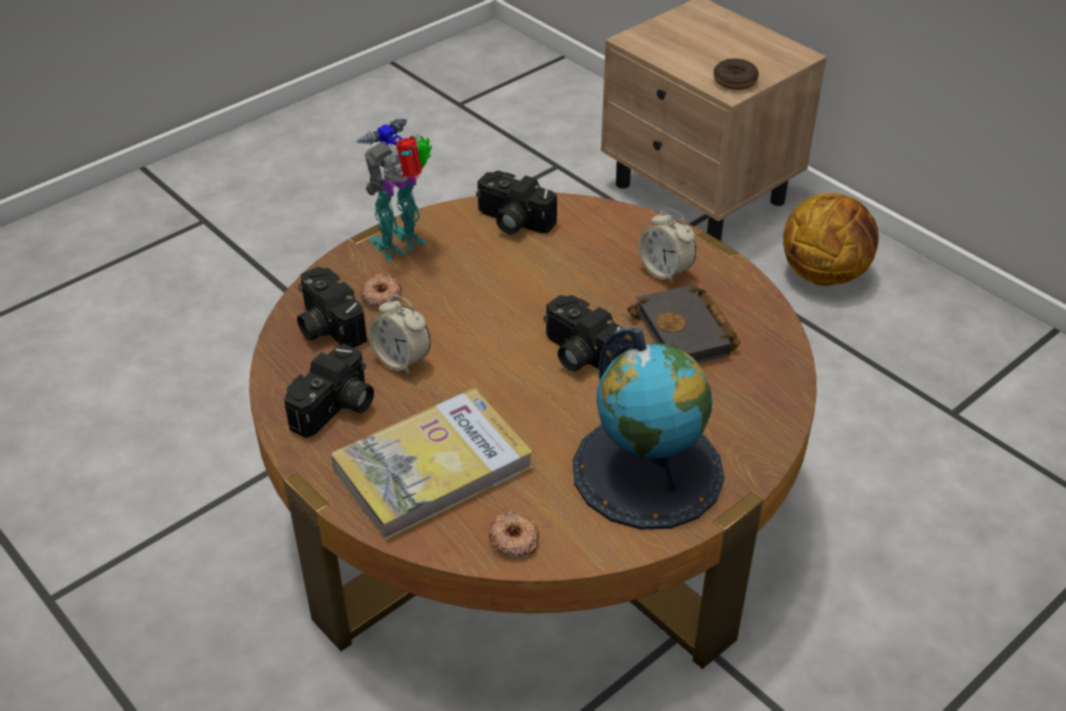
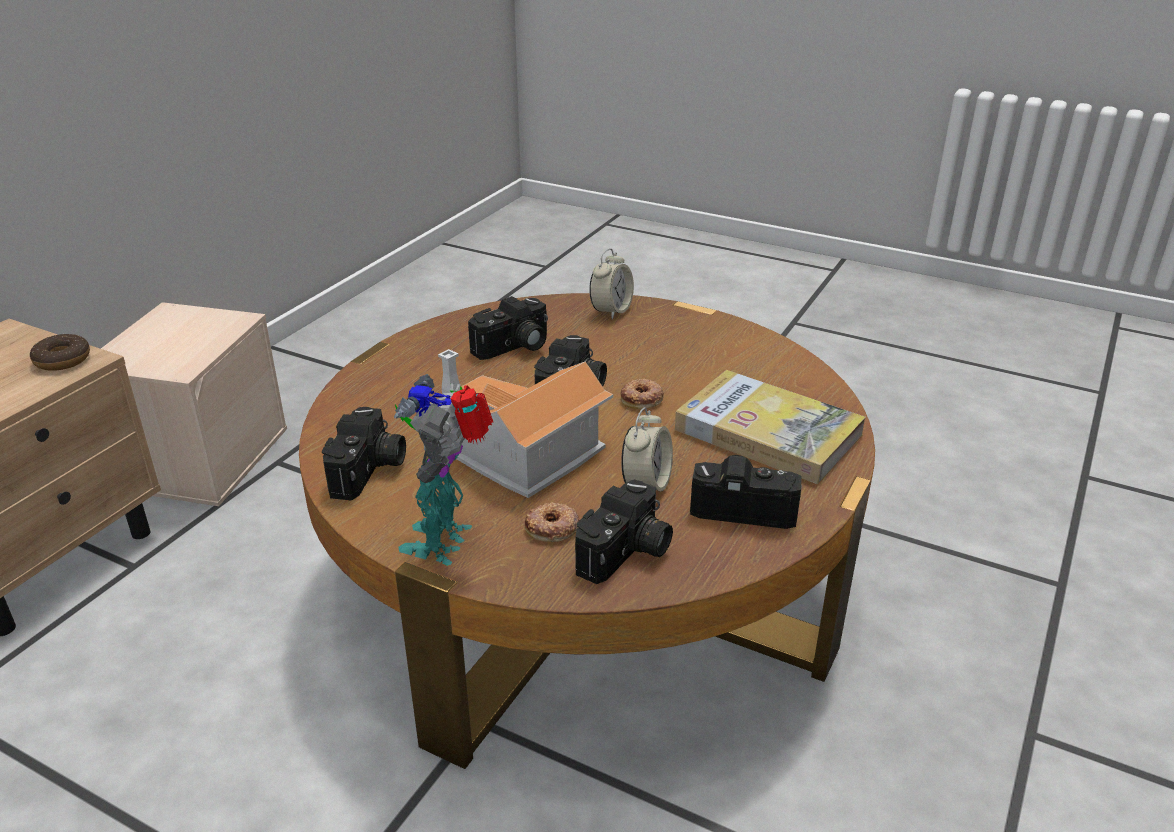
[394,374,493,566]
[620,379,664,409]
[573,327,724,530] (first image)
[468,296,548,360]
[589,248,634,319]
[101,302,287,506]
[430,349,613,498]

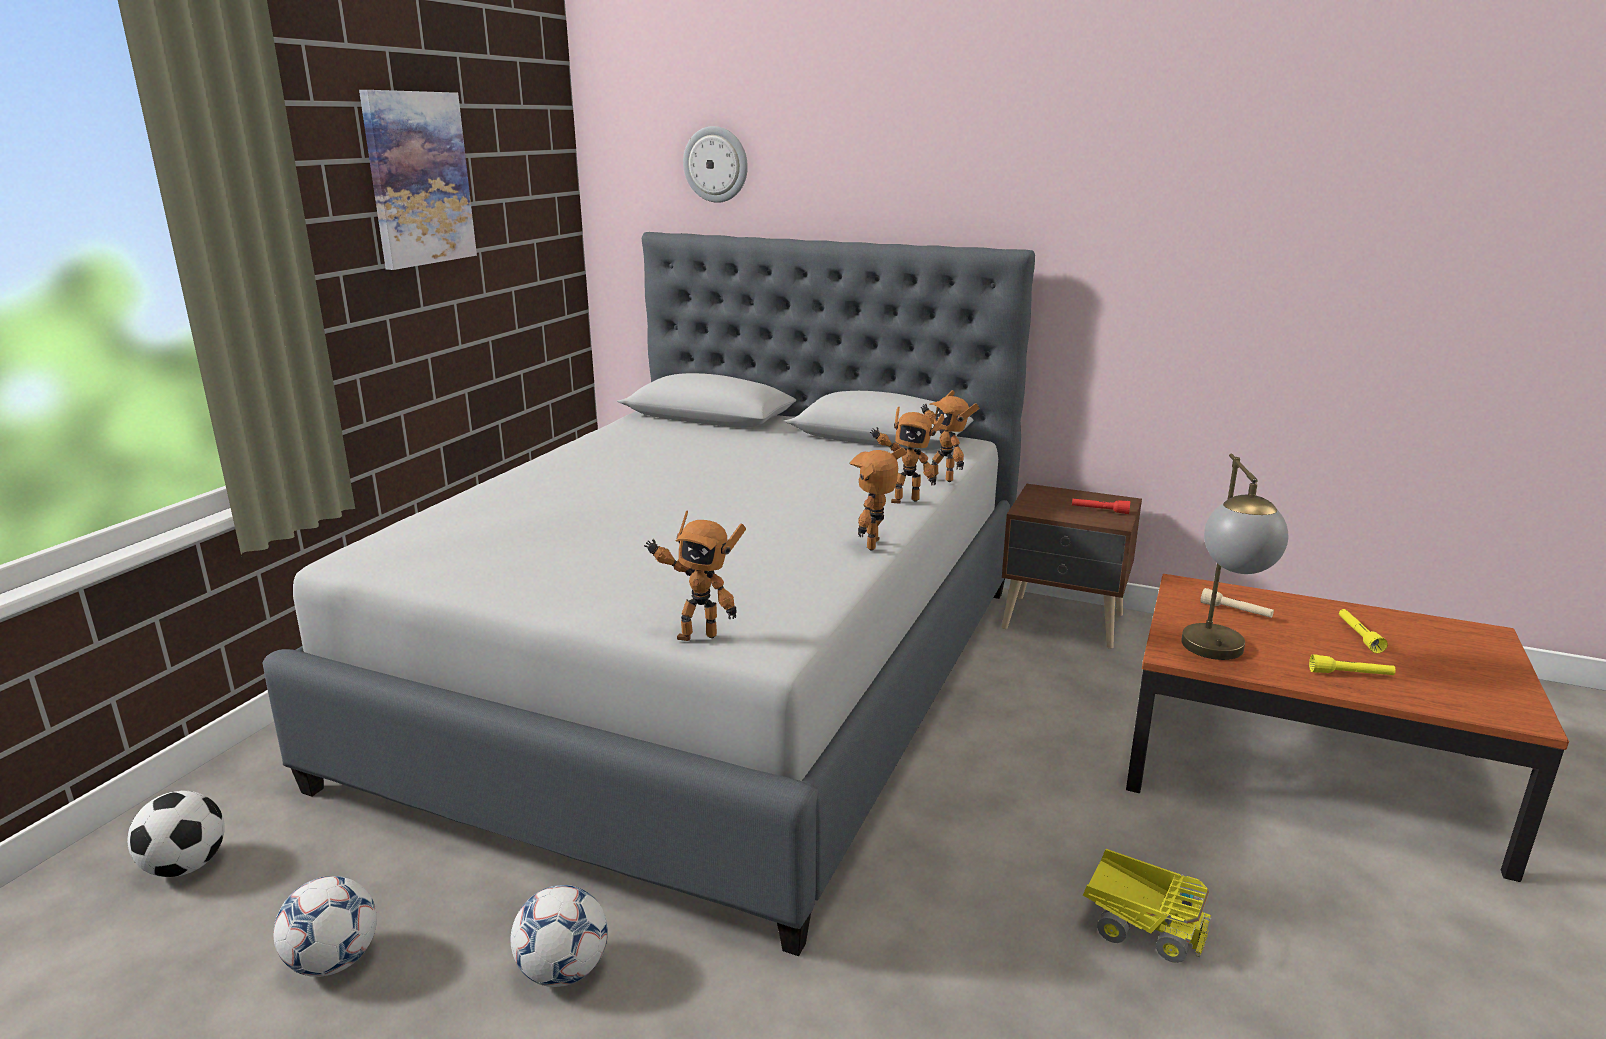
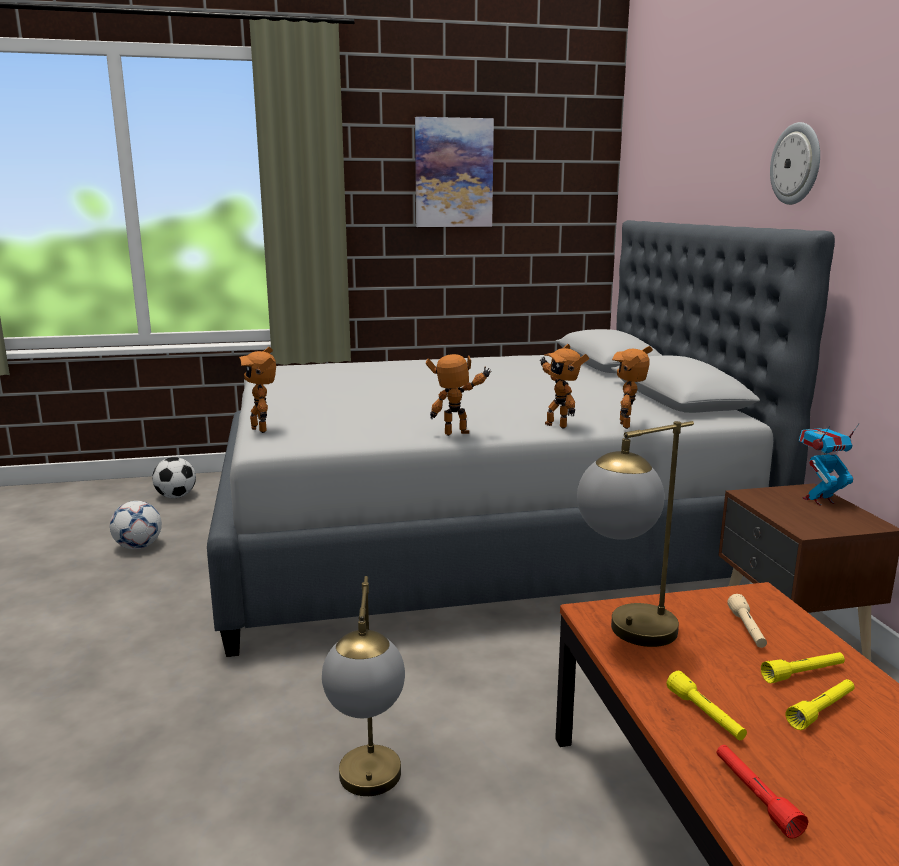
[511,885,608,987] (first image)
[770,122,820,205]
[717,745,808,839]
[322,576,405,796]
[761,652,845,683]
[799,424,859,506]

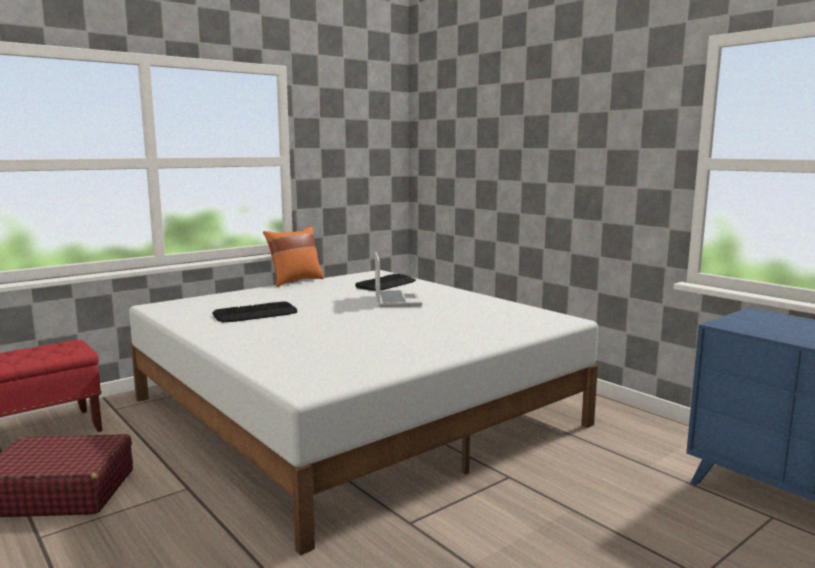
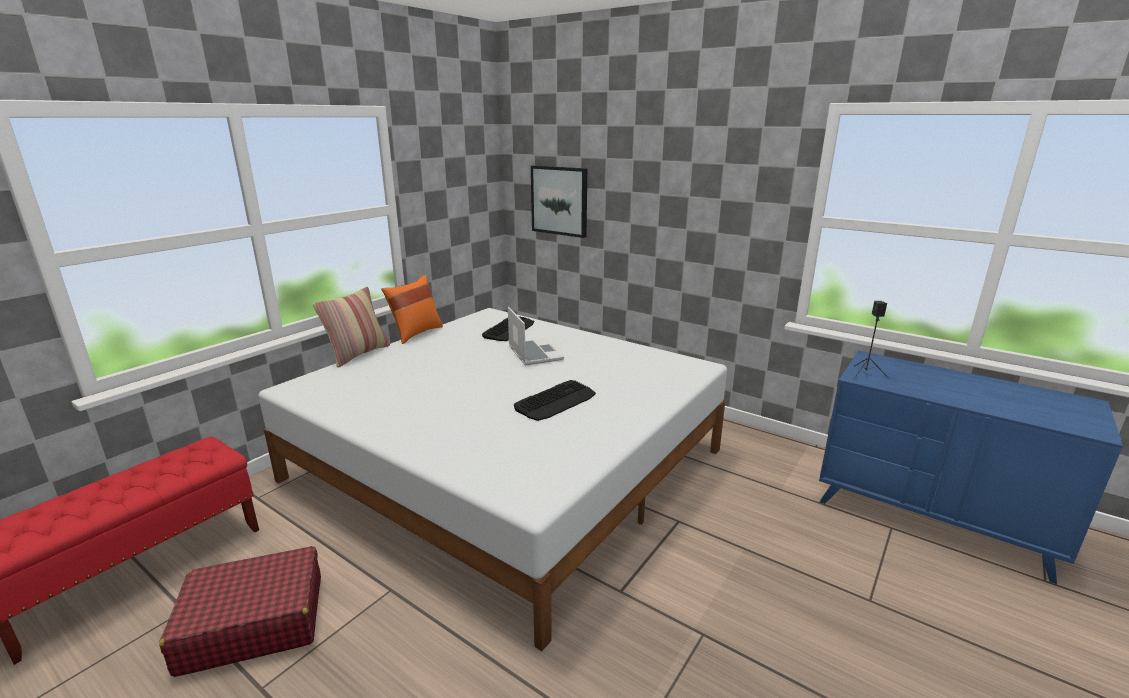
[514,380,596,421]
[313,287,390,367]
[531,165,587,238]
[854,301,889,379]

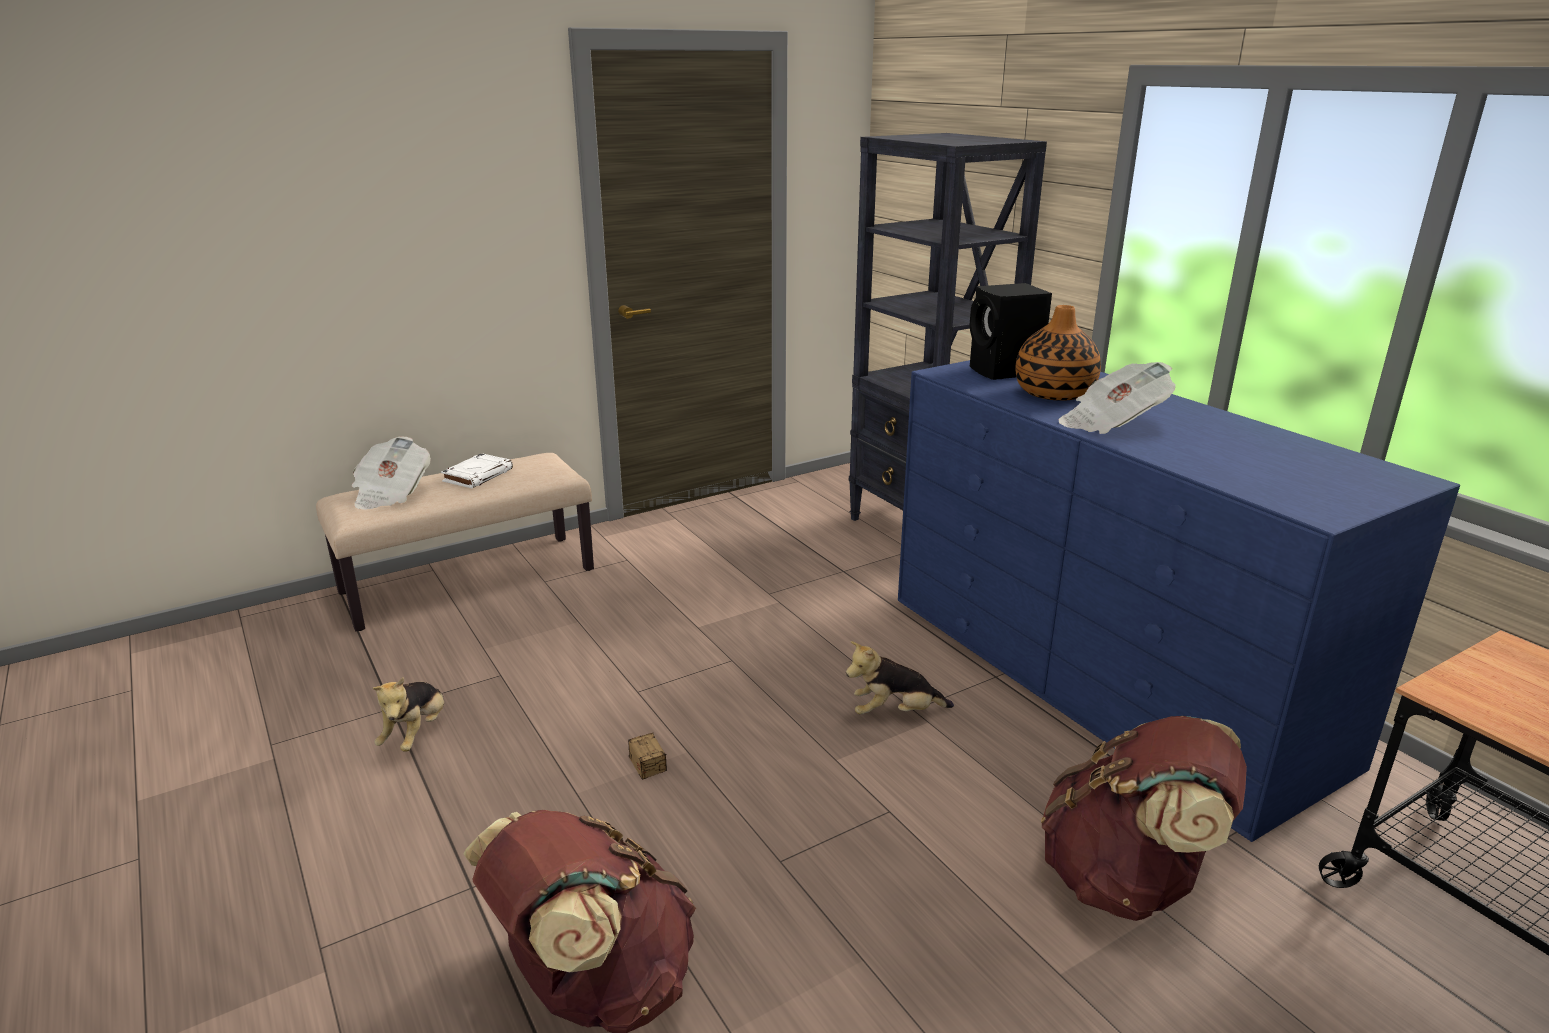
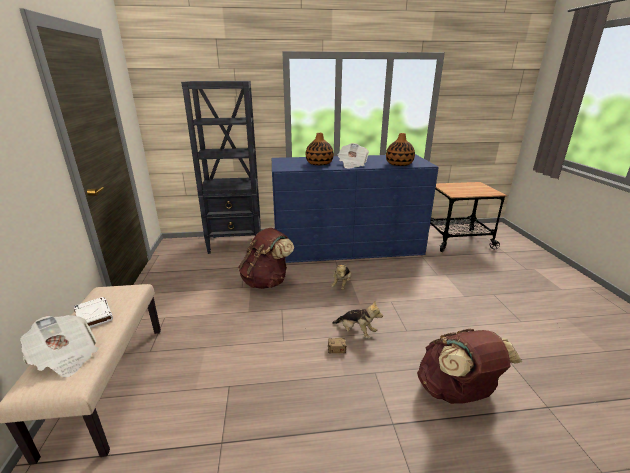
[332,301,383,338]
[969,283,1052,380] (first image)
[238,228,294,289]
[386,133,415,166]

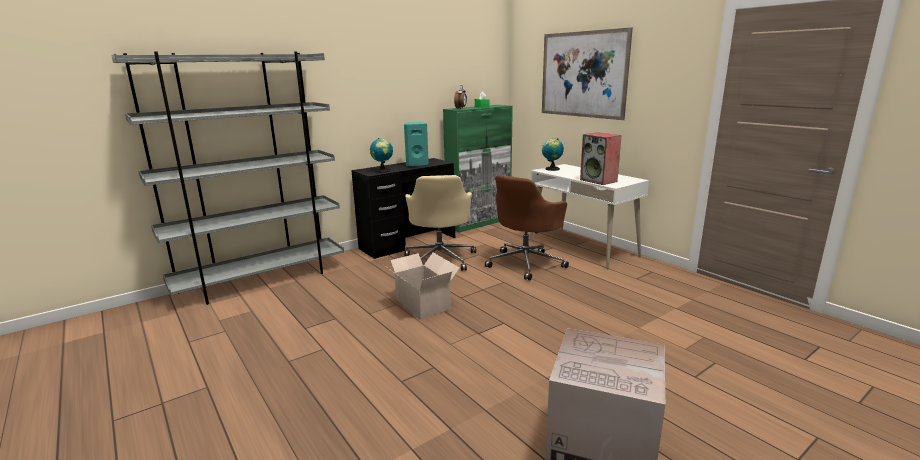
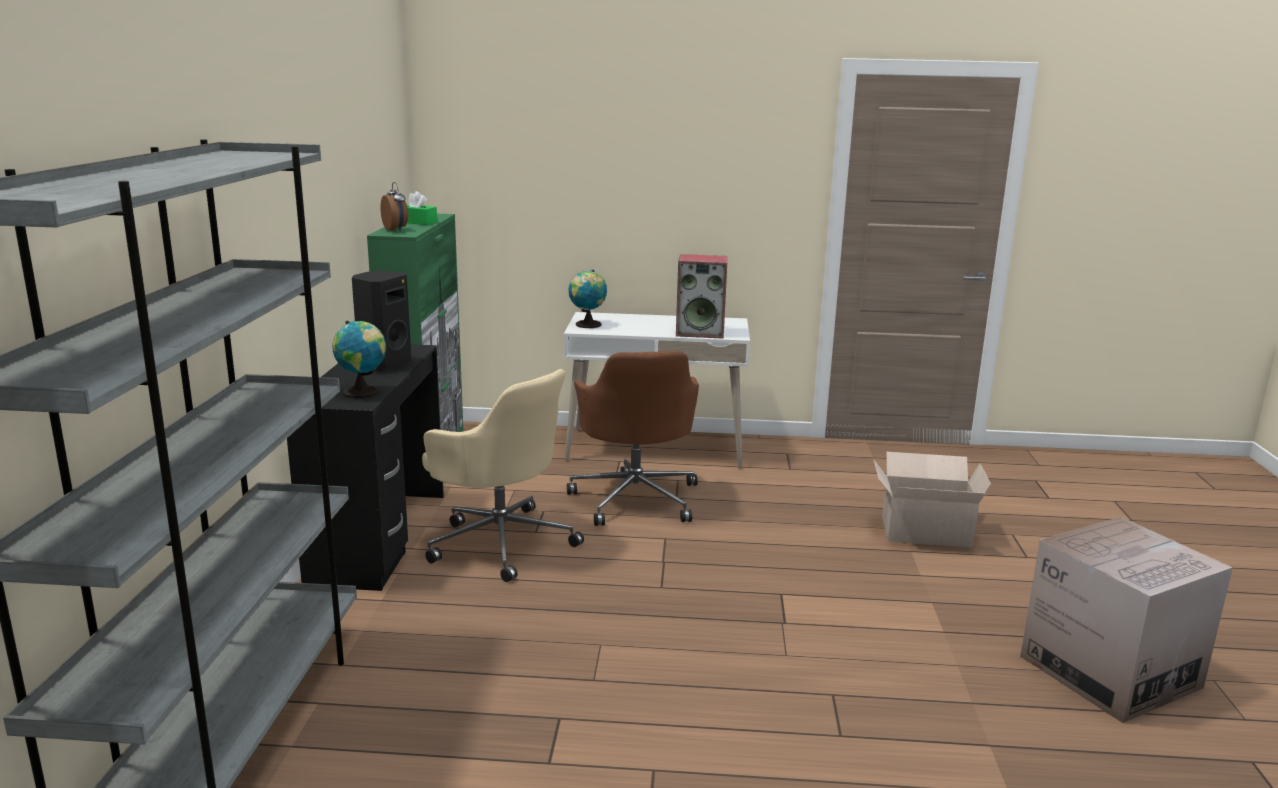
[874,452,991,548]
[352,271,412,371]
[542,27,633,120] (first image)

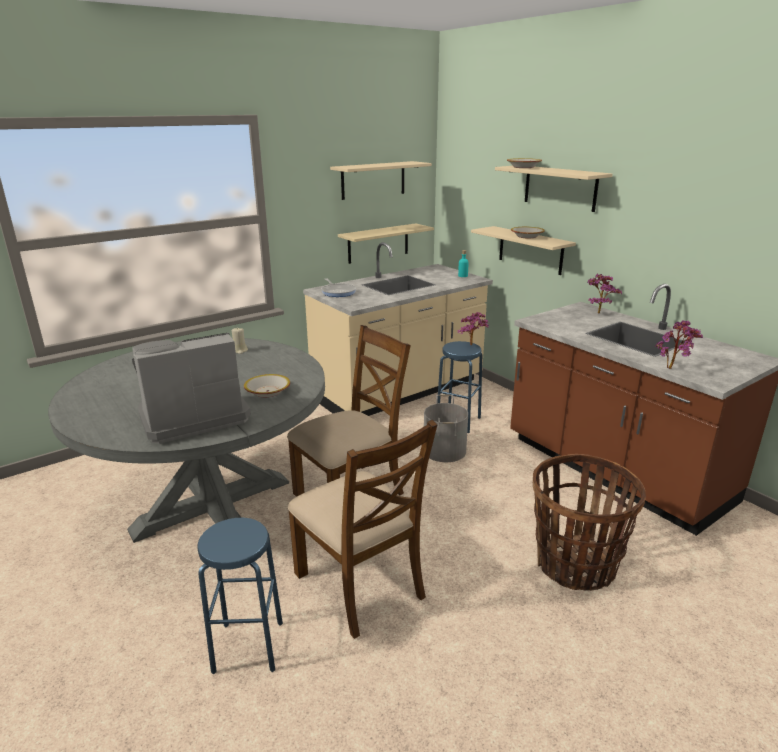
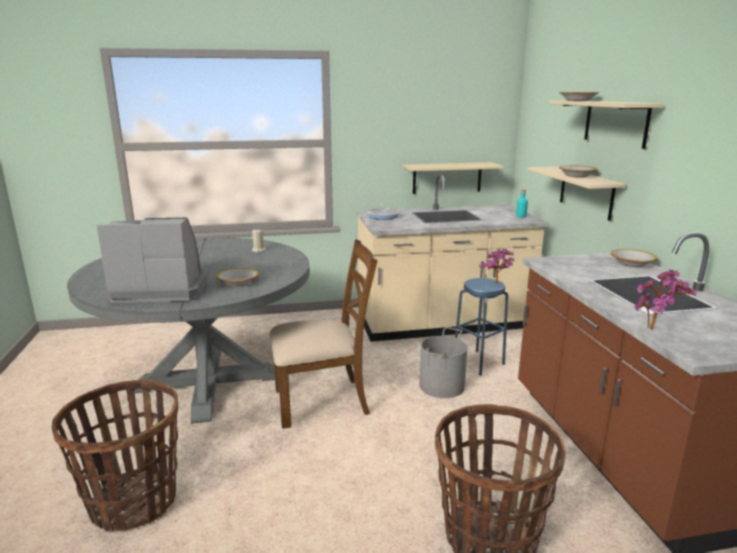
[52,380,178,532]
[288,420,437,639] (first image)
[330,161,432,200] (first image)
[611,249,657,267]

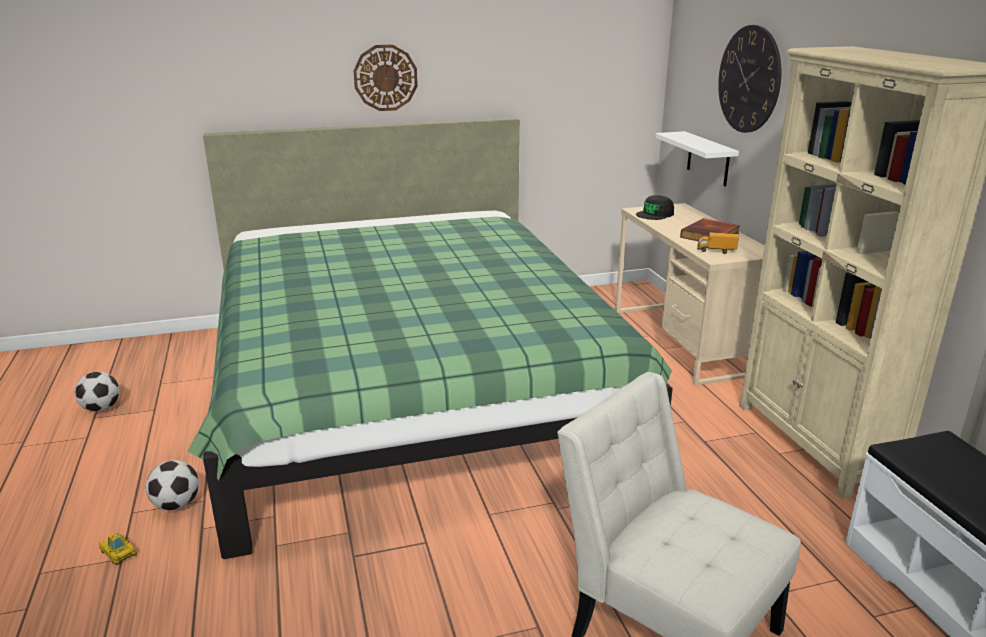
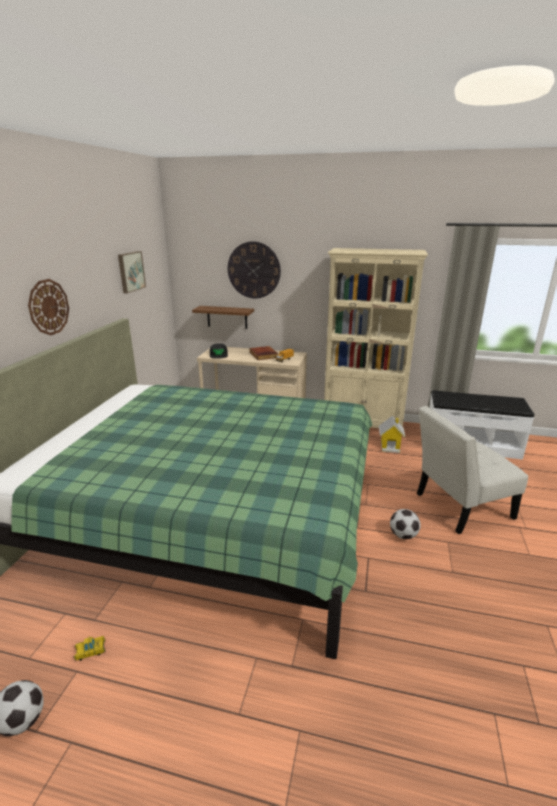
[74,636,106,661]
[390,509,421,539]
[192,306,254,329]
[118,251,146,293]
[379,416,405,453]

